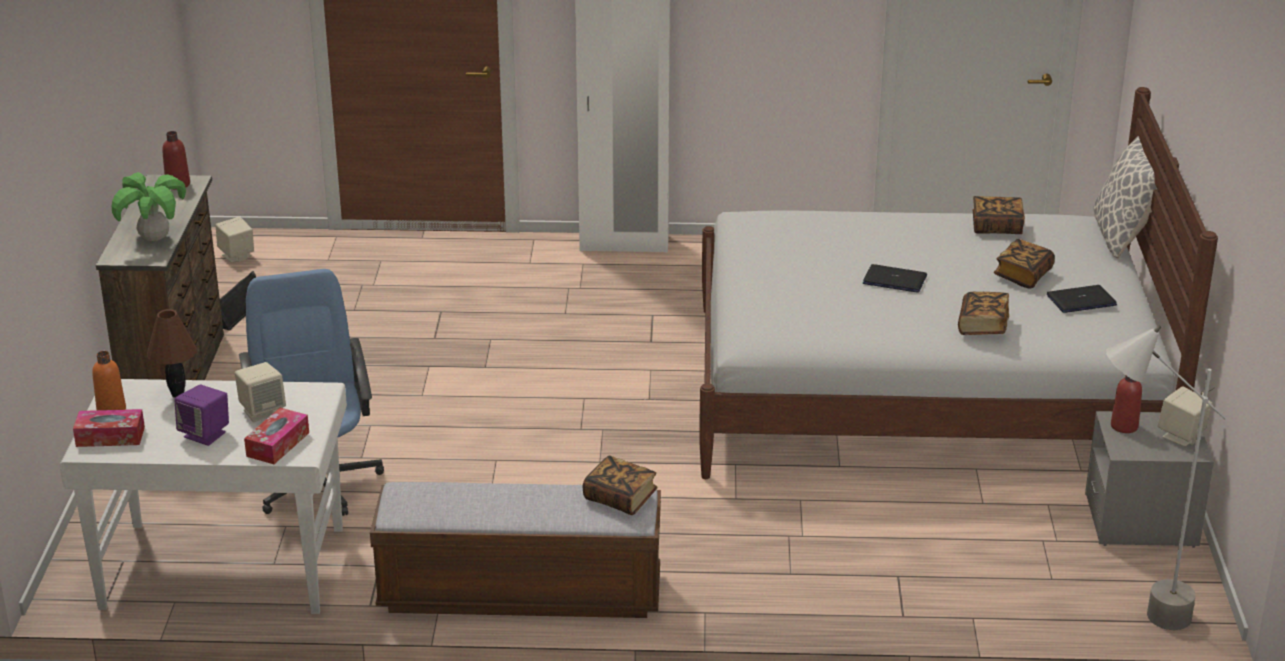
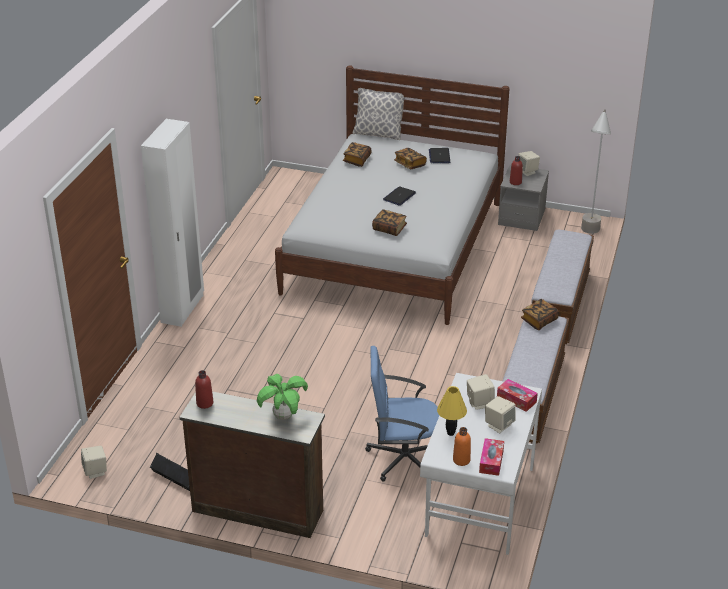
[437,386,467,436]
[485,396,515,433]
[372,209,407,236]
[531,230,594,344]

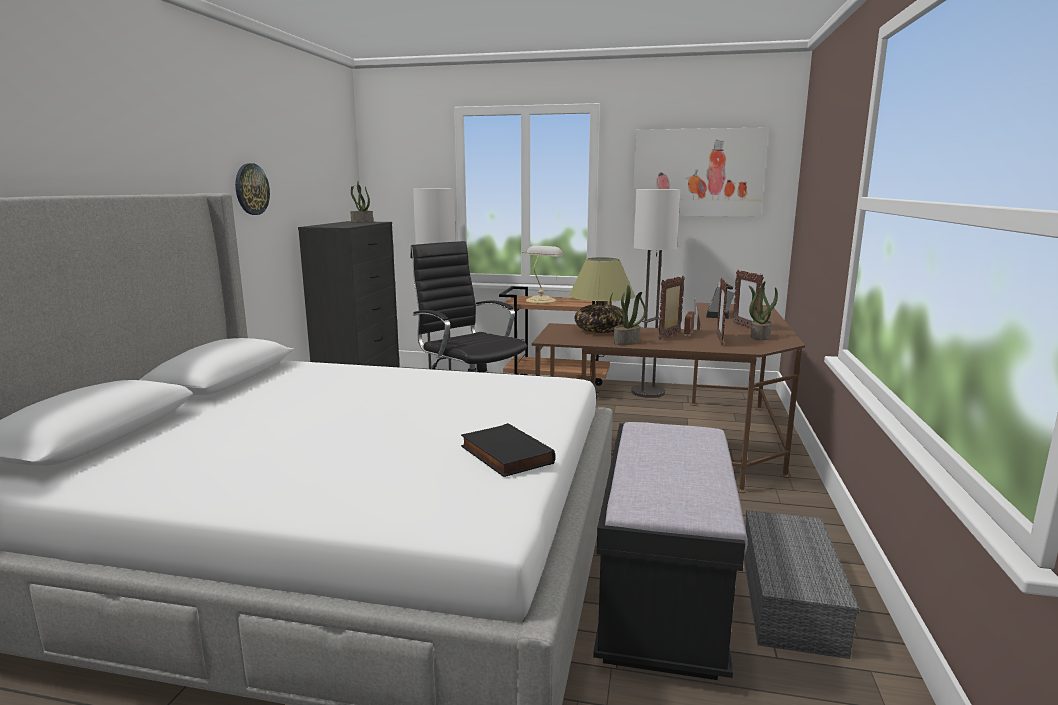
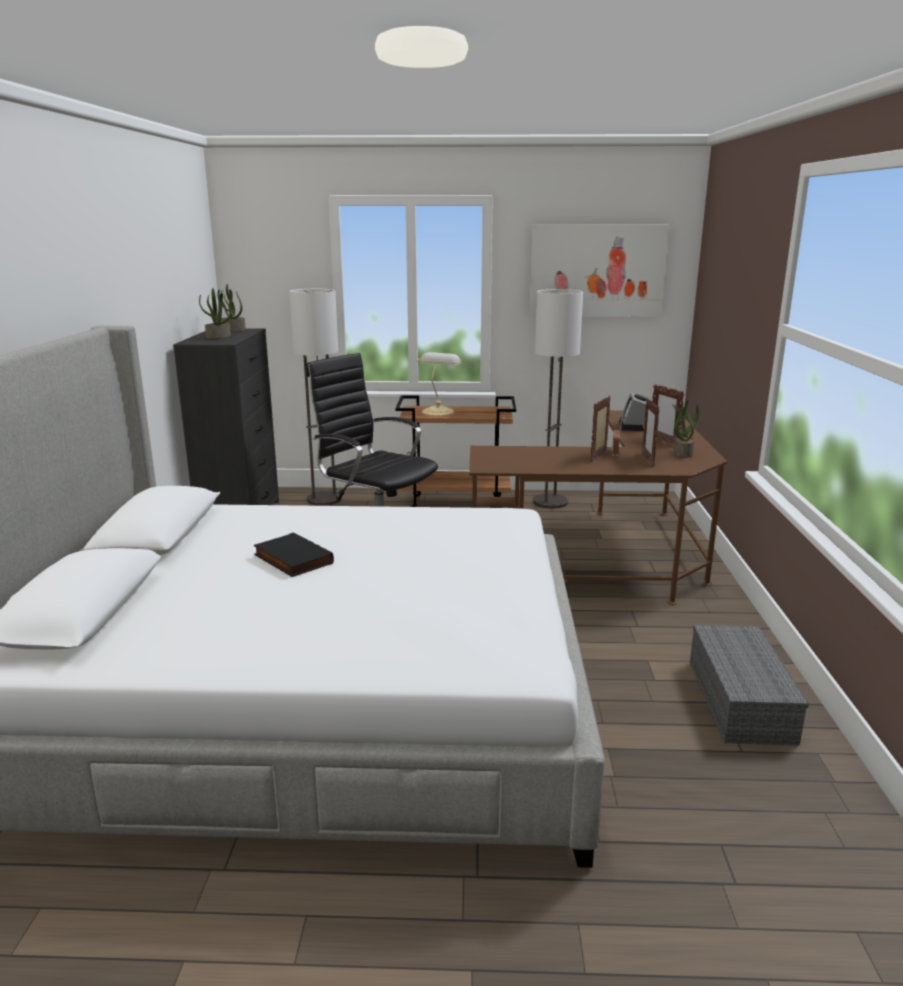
[235,163,270,215] (first image)
[254,532,334,577]
[569,257,635,333] (first image)
[593,422,747,680] (first image)
[199,288,231,339]

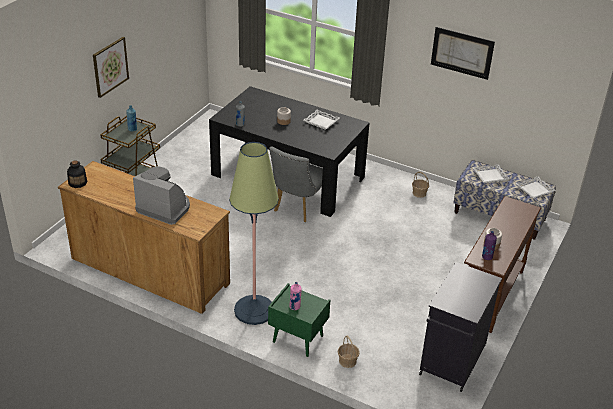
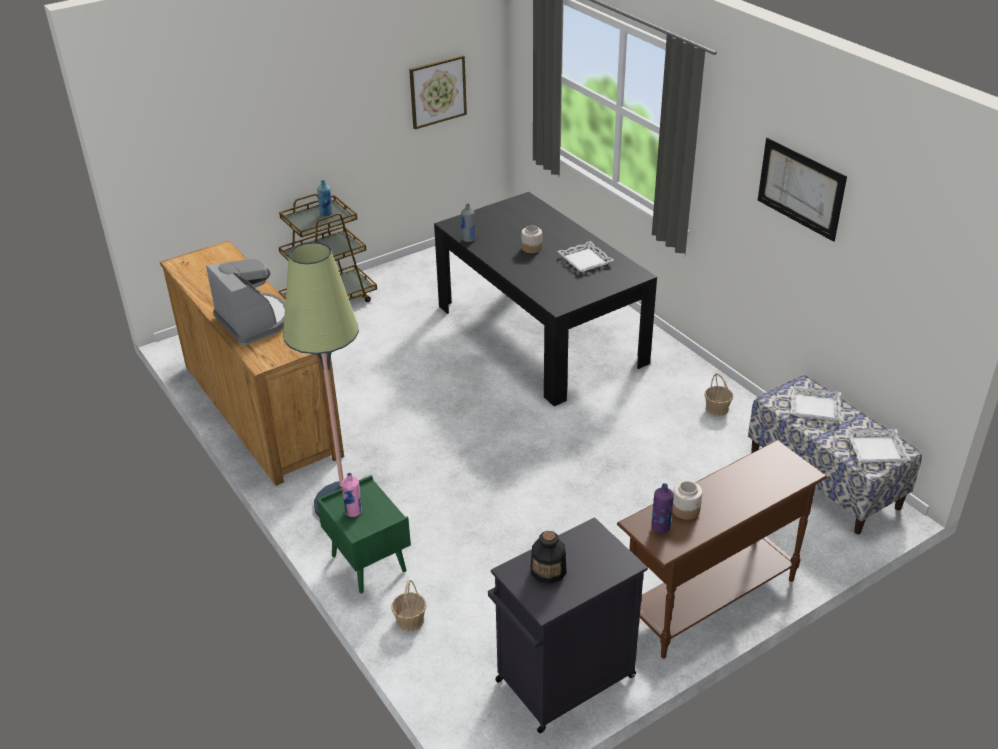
[531,531,567,584]
[409,55,467,129]
[269,147,323,222] (first image)

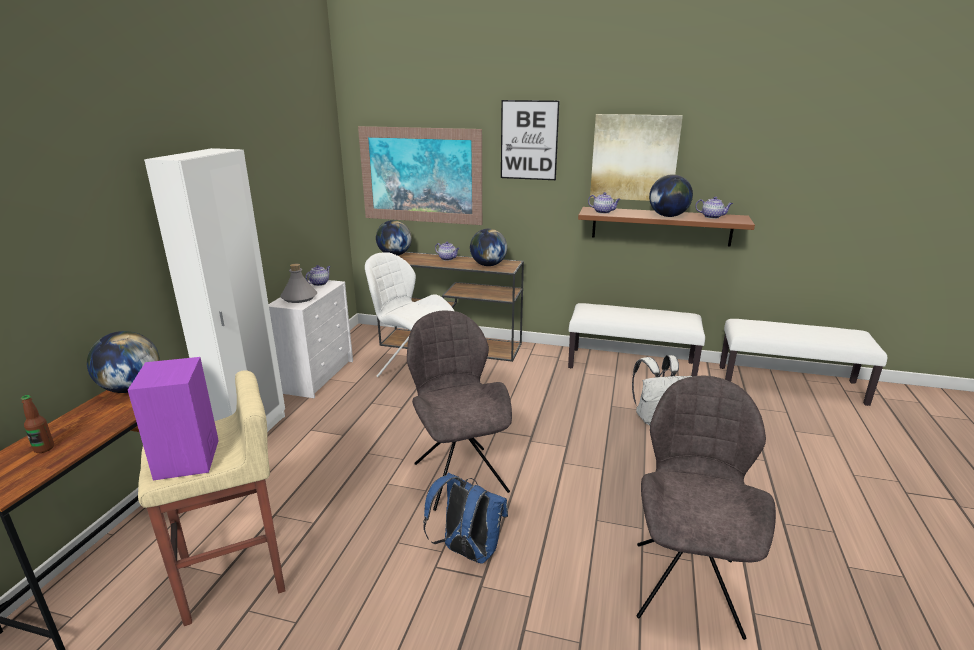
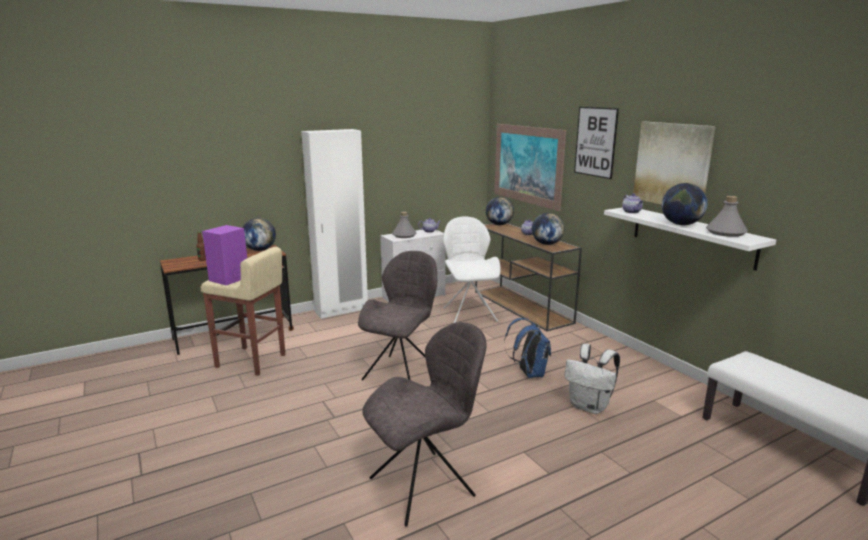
[504,318,551,378]
[568,303,705,376] (first image)
[604,207,776,271]
[706,196,748,237]

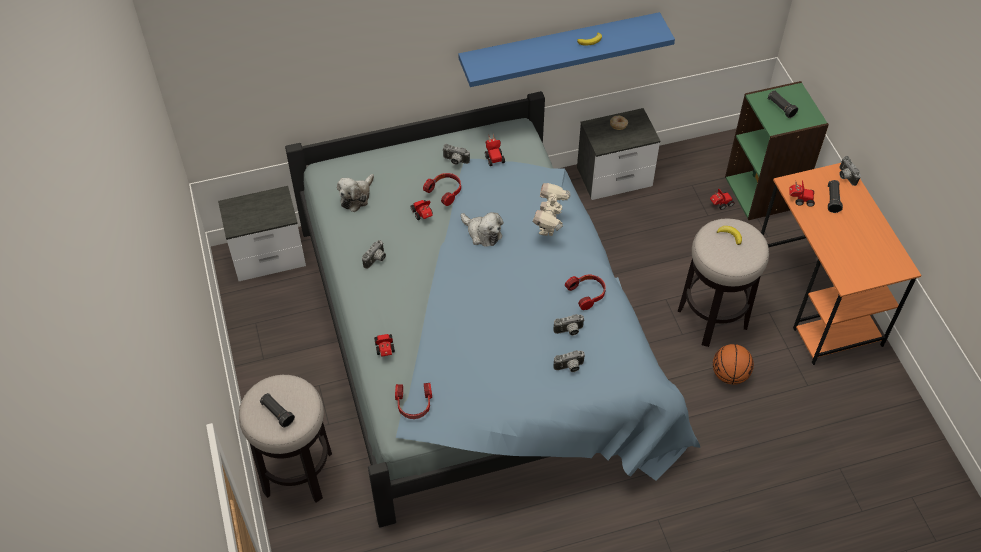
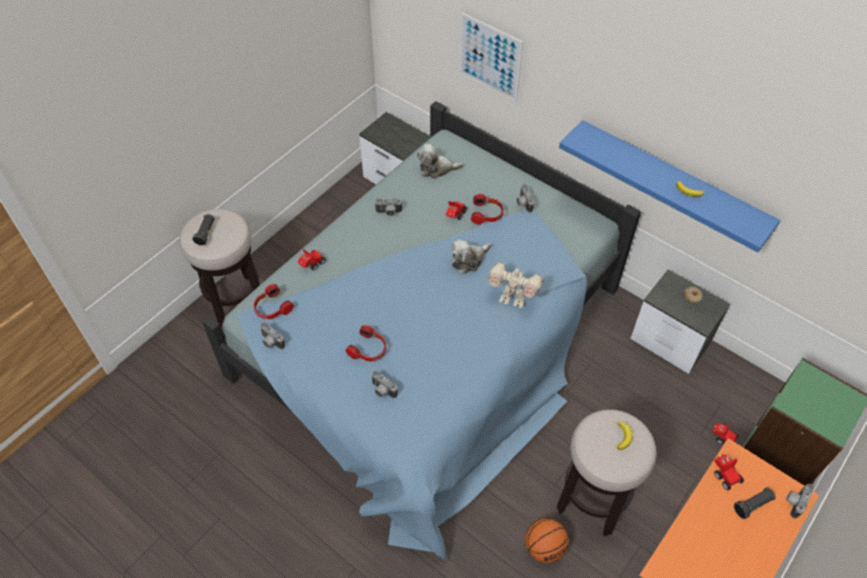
[451,239,492,274]
[485,134,505,166] (first image)
[488,261,544,308]
[260,322,285,349]
[345,325,387,362]
[768,90,798,118] (first image)
[459,13,523,102]

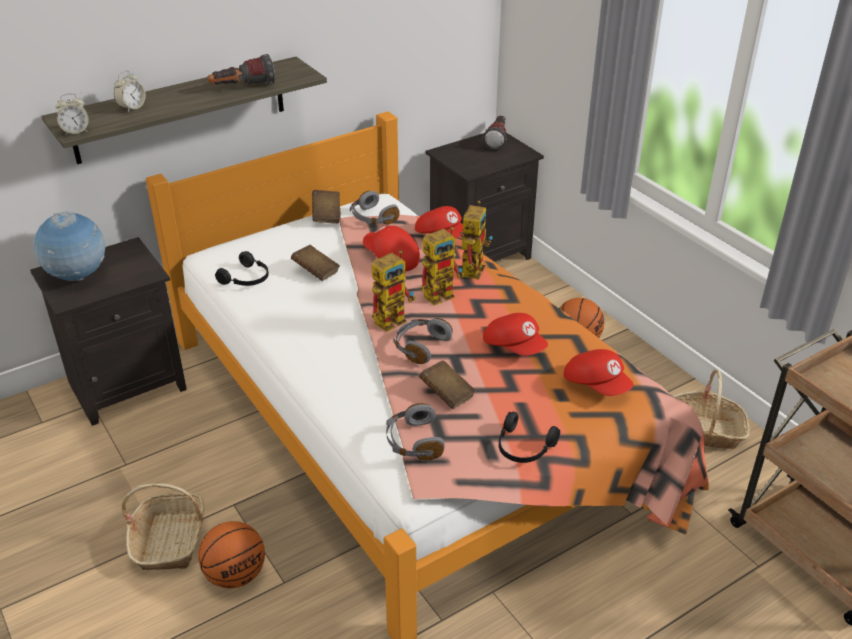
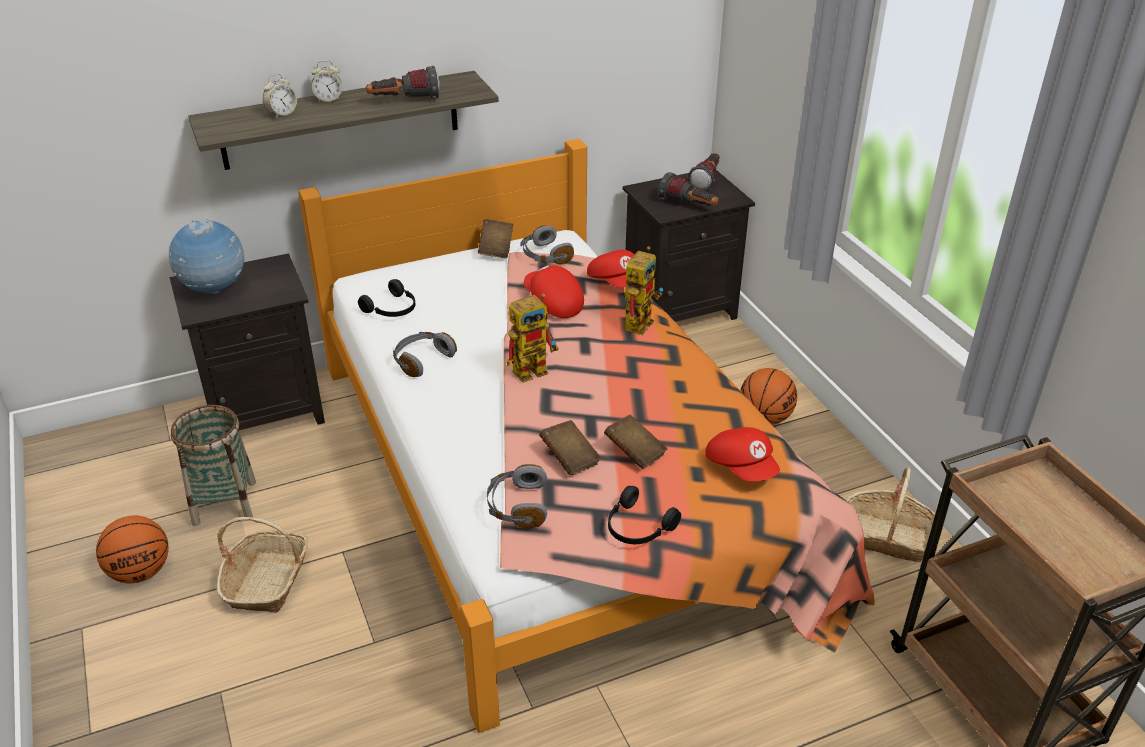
[312,60,342,103]
[96,515,169,583]
[604,415,667,469]
[393,332,457,377]
[421,227,464,305] (first image)
[483,313,548,356] (first image)
[171,405,256,526]
[658,172,718,206]

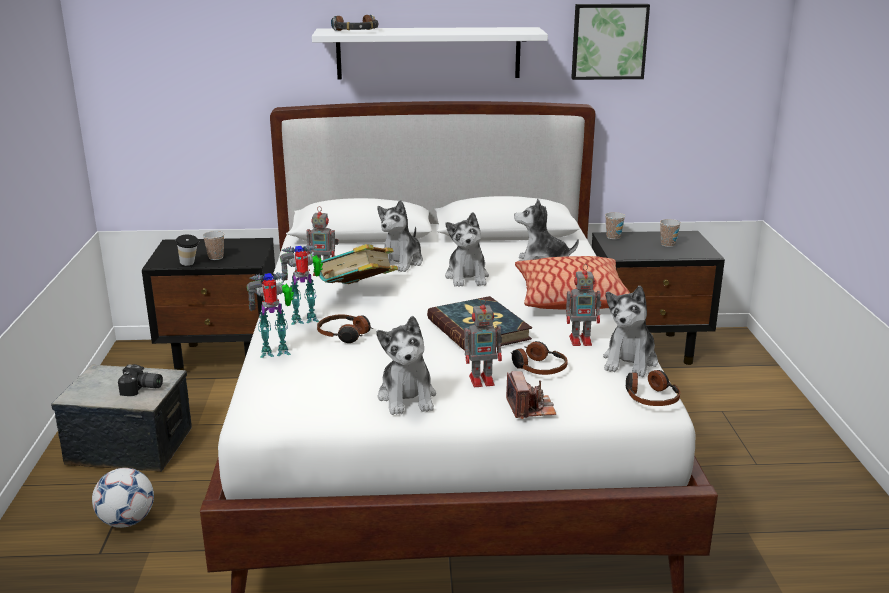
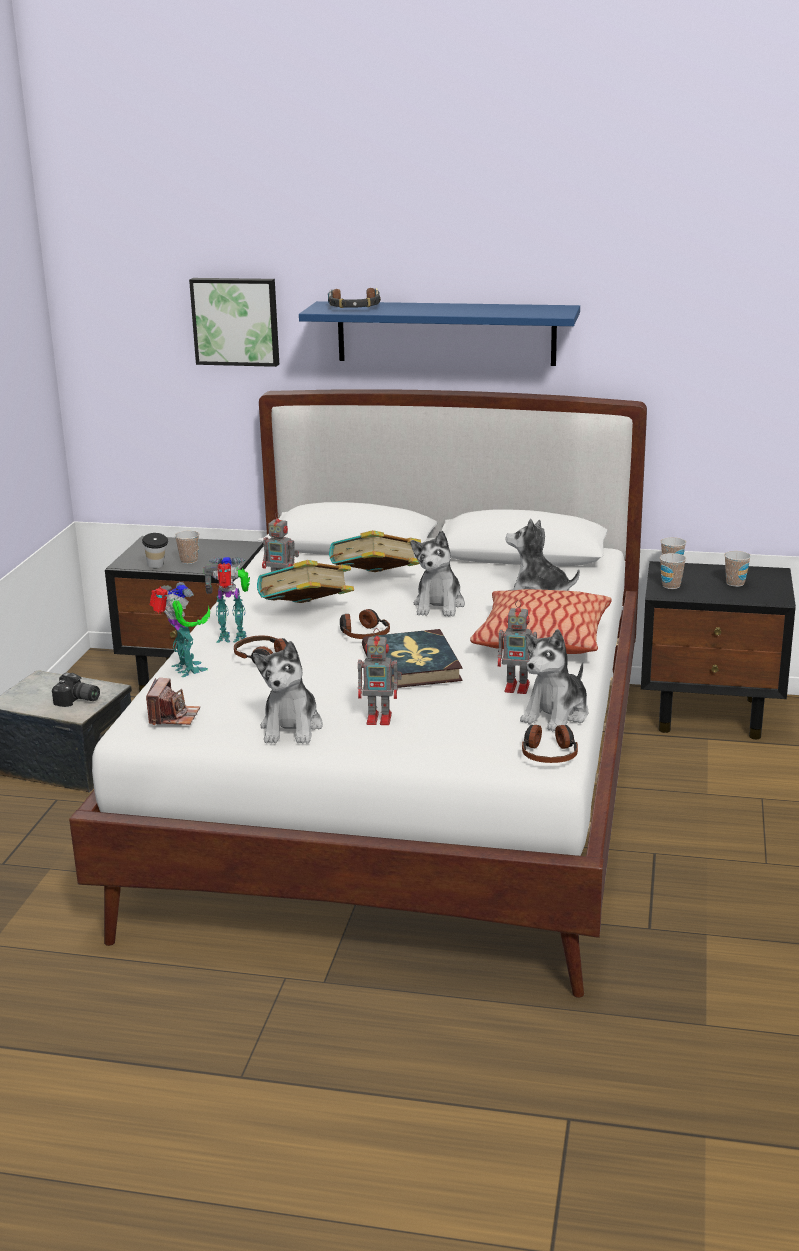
[92,468,154,528] (first image)
[150,582,210,677]
[299,301,580,366]
[329,530,421,572]
[146,678,200,725]
[340,609,390,639]
[189,278,279,367]
[660,553,686,589]

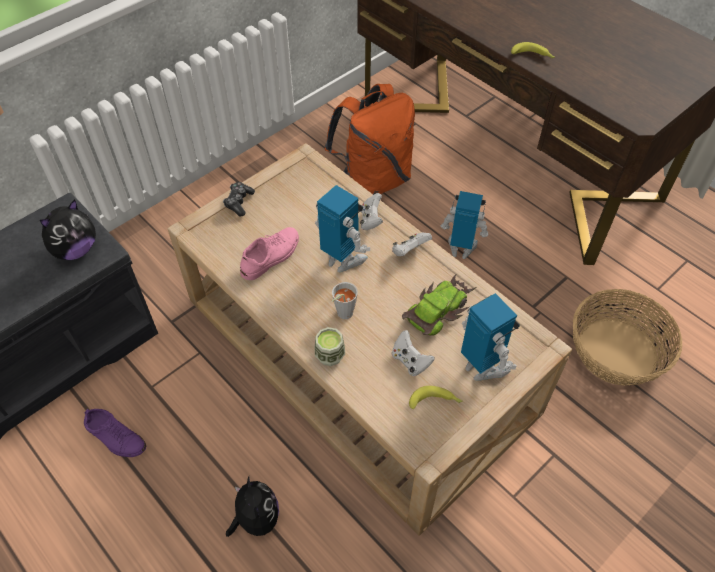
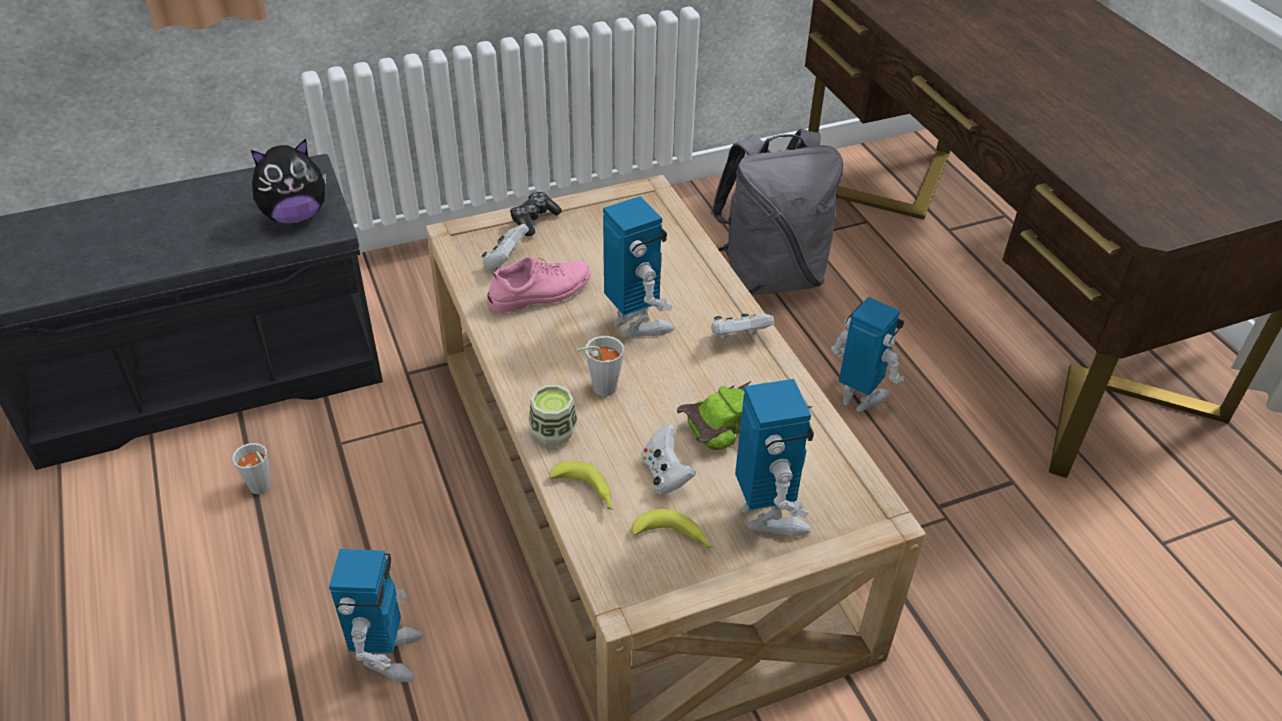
[232,443,271,494]
[329,549,423,682]
[710,128,843,295]
[482,224,529,270]
[549,461,613,510]
[573,289,682,386] (first image)

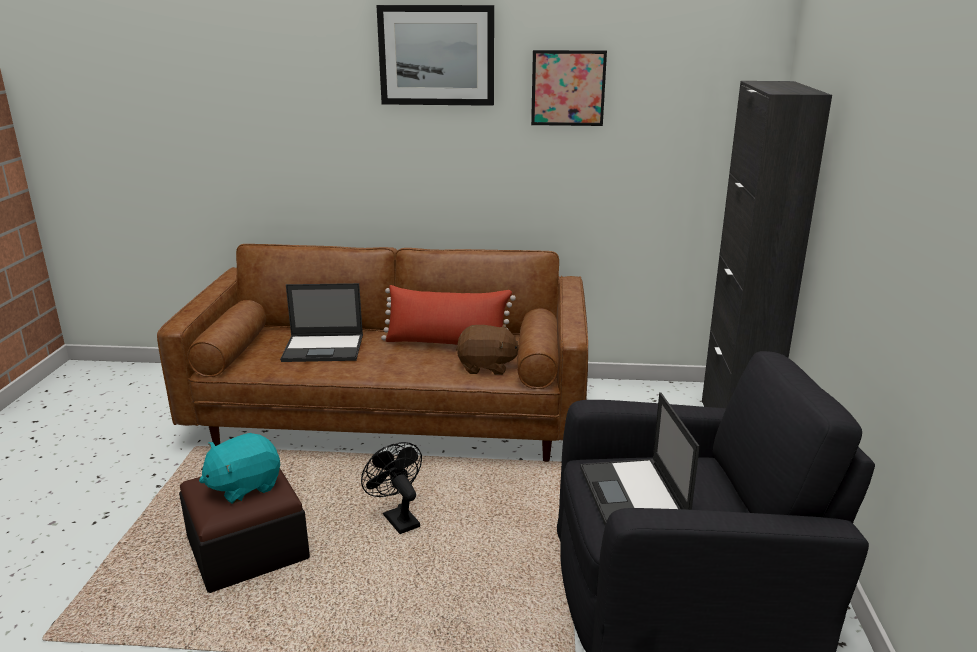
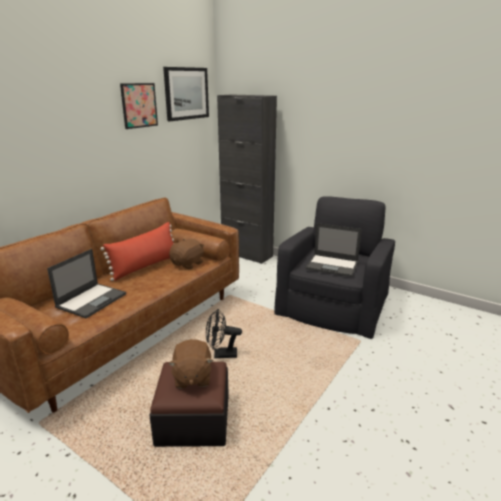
[169,339,213,389]
[163,67,209,121]

